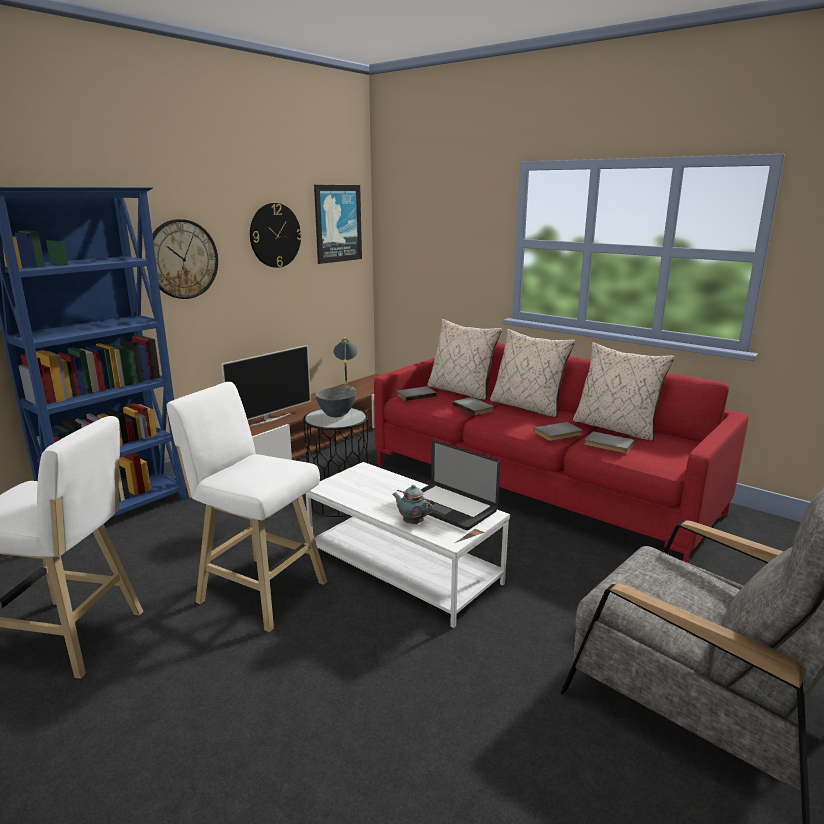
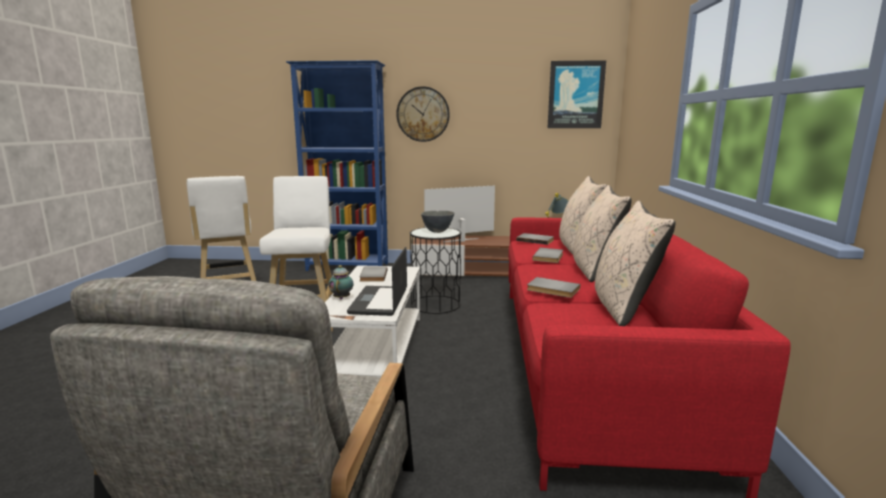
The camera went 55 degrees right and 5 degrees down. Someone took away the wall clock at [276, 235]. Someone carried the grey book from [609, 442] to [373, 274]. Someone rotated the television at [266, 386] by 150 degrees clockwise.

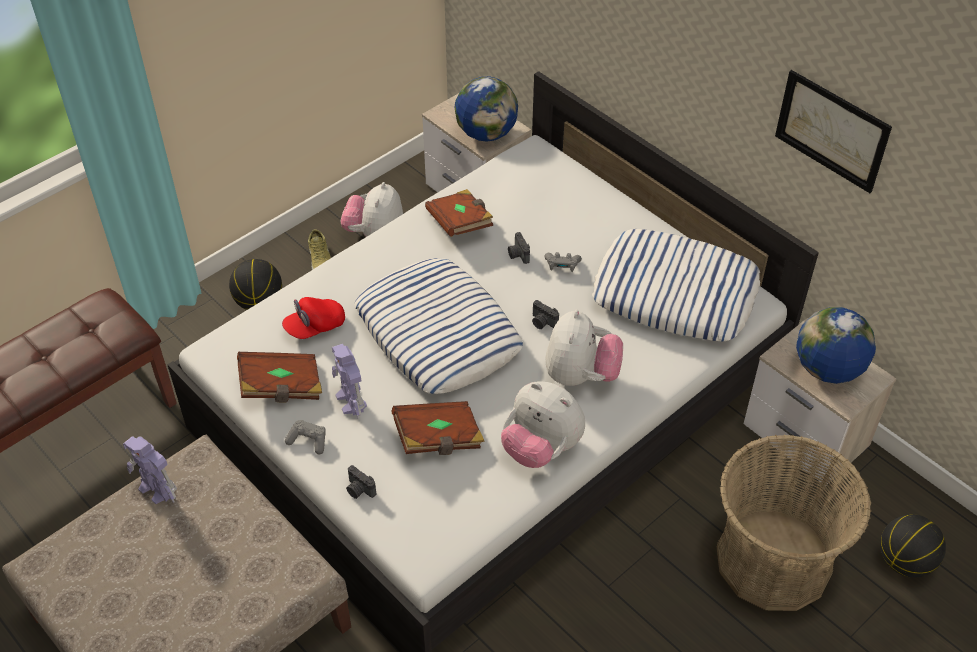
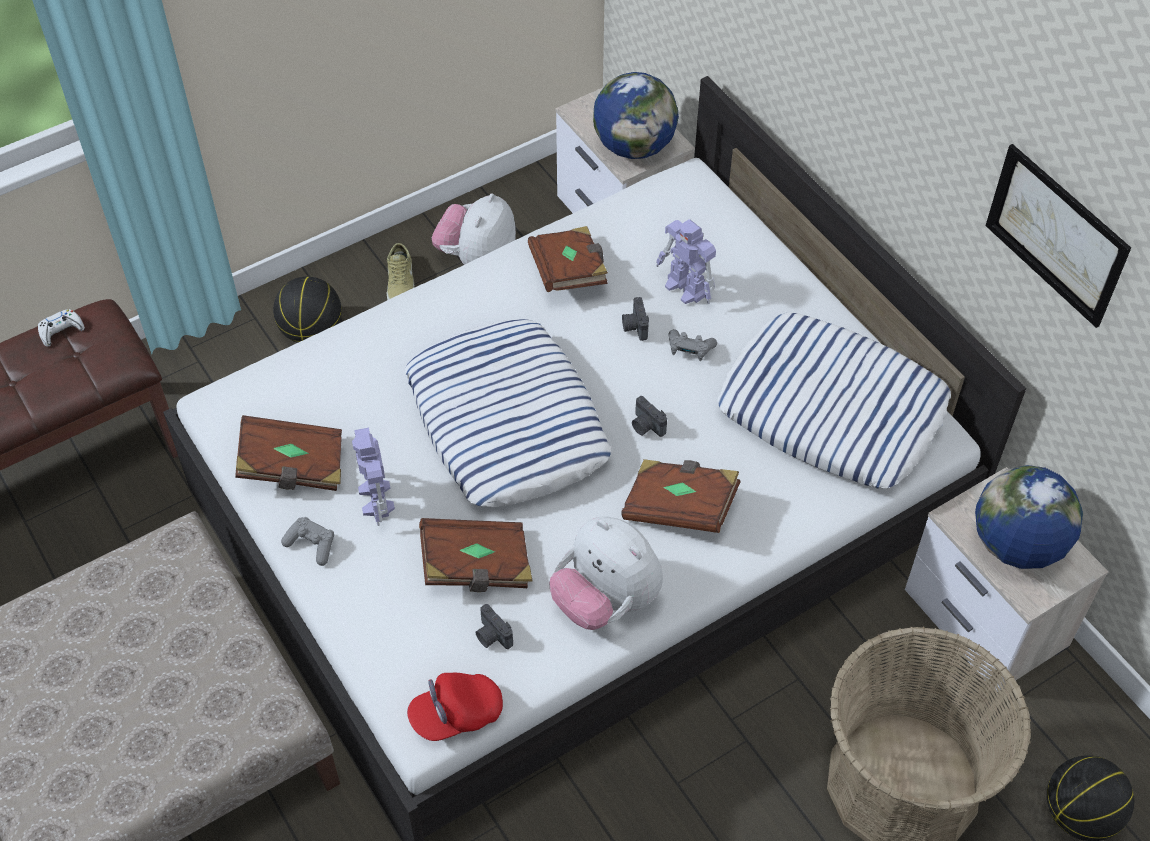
The camera went 10 degrees right and 5 degrees up. Someone put down the white game controller at [61, 328]. Someone carried the toy robot from [150, 470] to [686, 261]. Someone carried the red cap from [313, 318] to [455, 707]. Someone carried the photo camera from [361, 482] to [494, 626]. Someone swapped the plush toy at [584, 347] for the brown book at [681, 496].

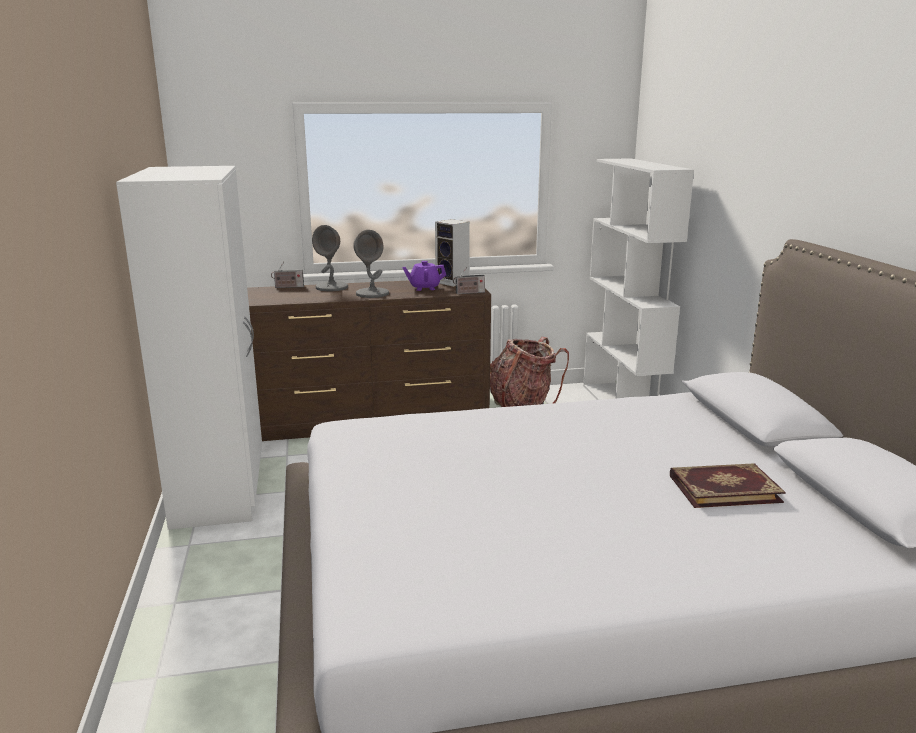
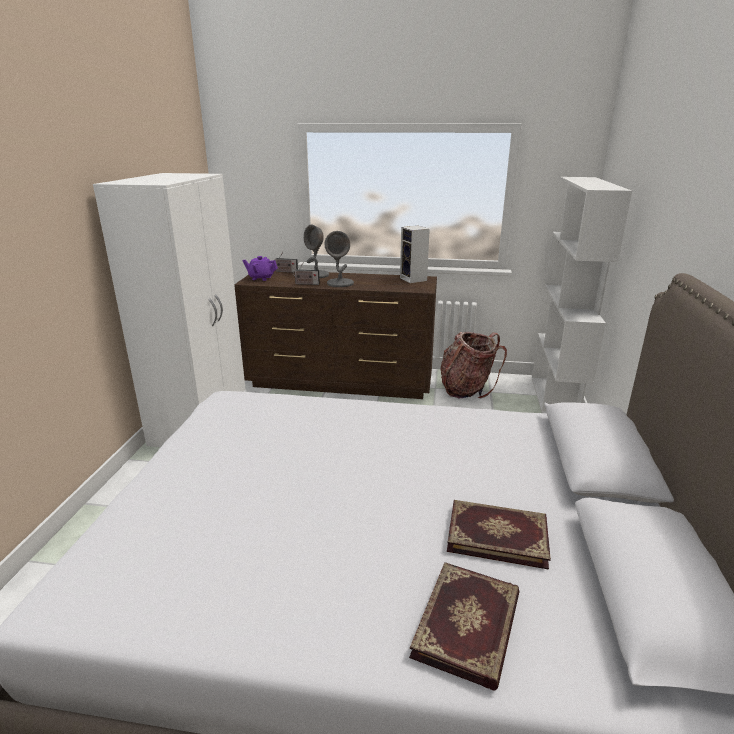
The camera went 20 degrees right and 5 degrees up. Someone put down the book at [464, 626]. Someone carried the purple teapot from [424, 276] to [260, 268]. Someone carried the radio from [469, 280] to [306, 274].

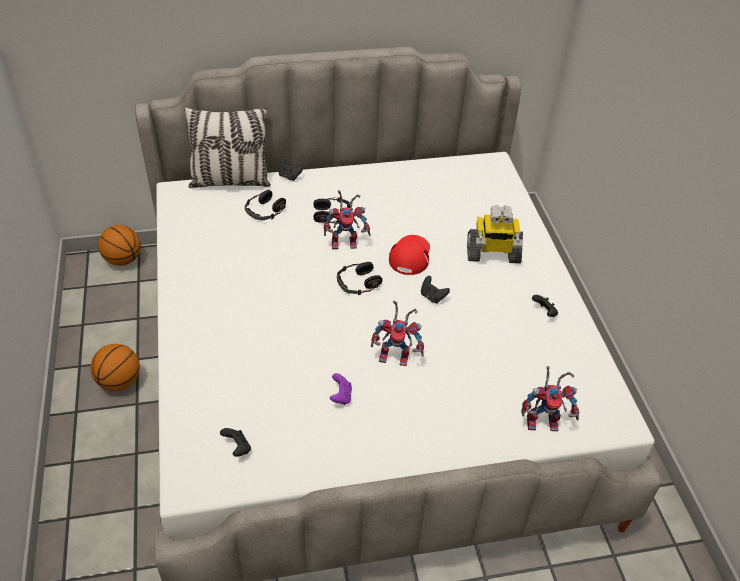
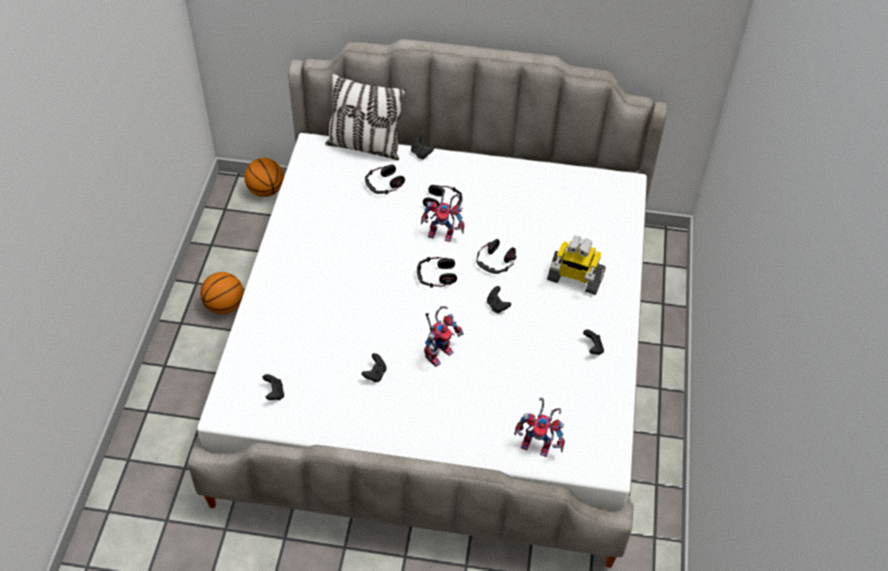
The camera went 20 degrees right and 5 degrees up. Someone swapped the red cap at [409, 255] for the headphones at [497, 256]. Someone repainted the purple game controller at [341, 389], which became the black game controller at [374, 367]. Someone rotated the toy robot at [397, 333] by 75 degrees counterclockwise.

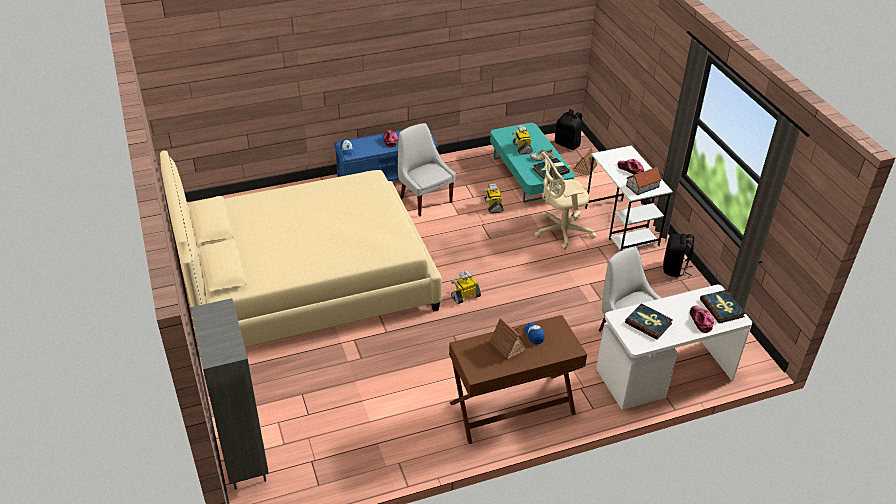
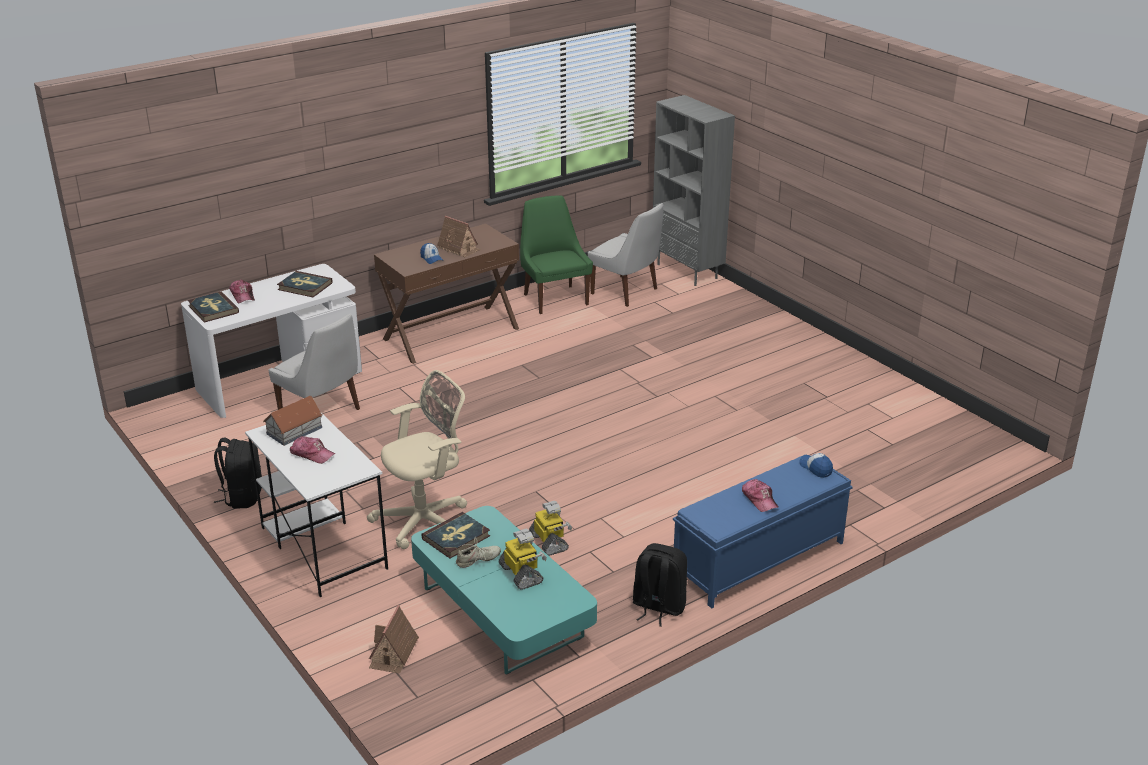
The camera went 165 degrees right and 10 degrees down. Someone took away the beige bed at [301, 249]. Someone took away the toy robot at [466, 287]. Someone put down the green chair at [556, 255]. Someone carried the white chair from [427, 169] to [626, 255]. Someone carried the black backpack from [568, 129] to [660, 585].

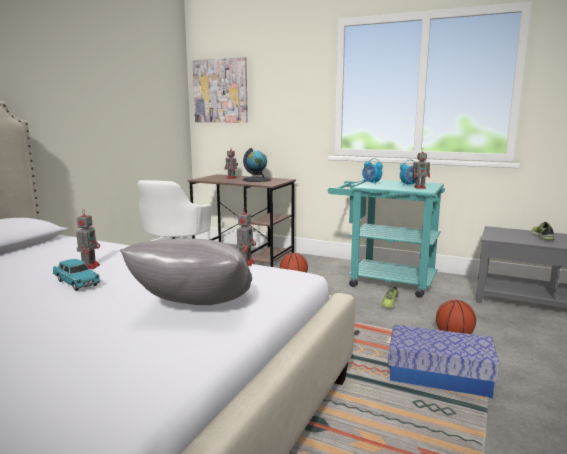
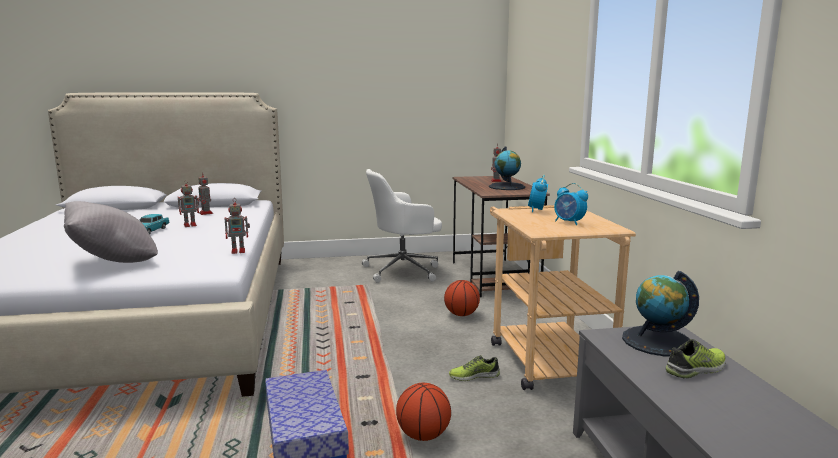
The camera went 55 degrees right and 0 degrees up. Someone took away the picture at [220, 90]. Someone put down the globe at [660, 313]. Someone carried the toy robot from [421, 169] to [205, 193]. Someone repainted the turquoise cart at [386, 239], which became the beige cart at [563, 297].

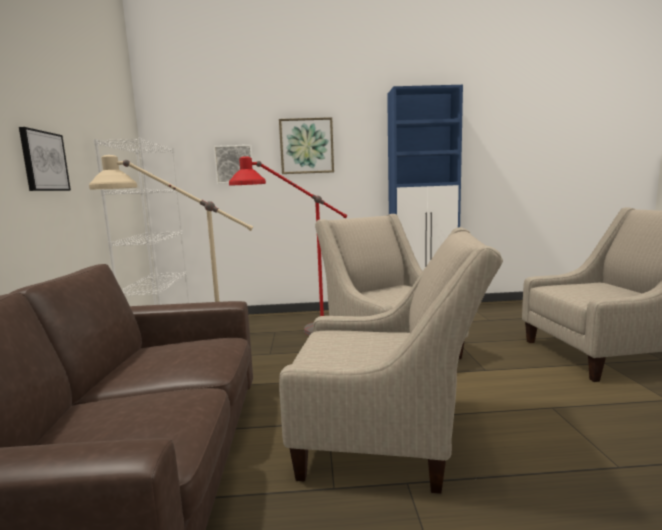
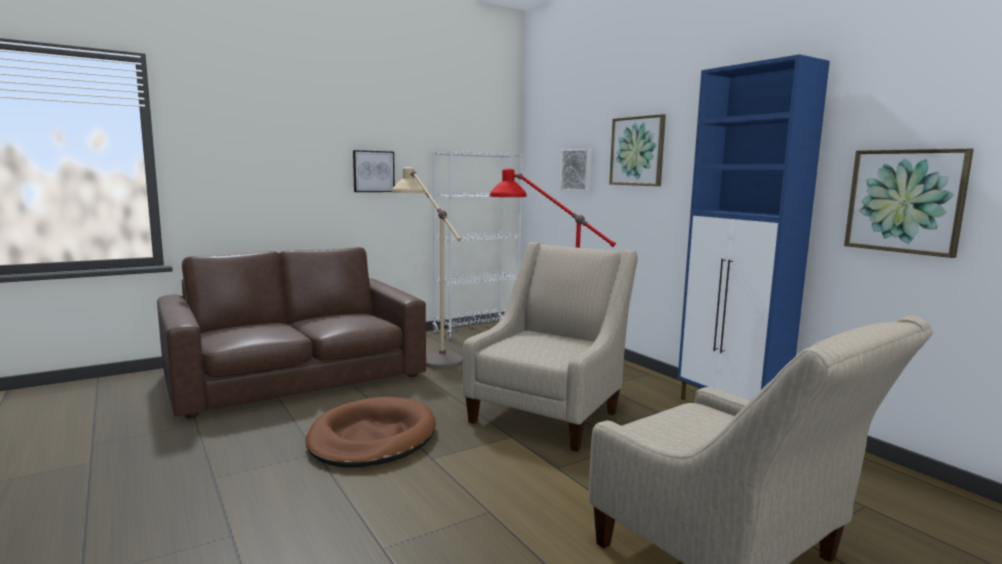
The camera went 60 degrees right and 0 degrees up. Someone put up the picture at [909, 203]. Someone swapped the beige armchair at [391, 360] for the brown dog bed at [370, 432].

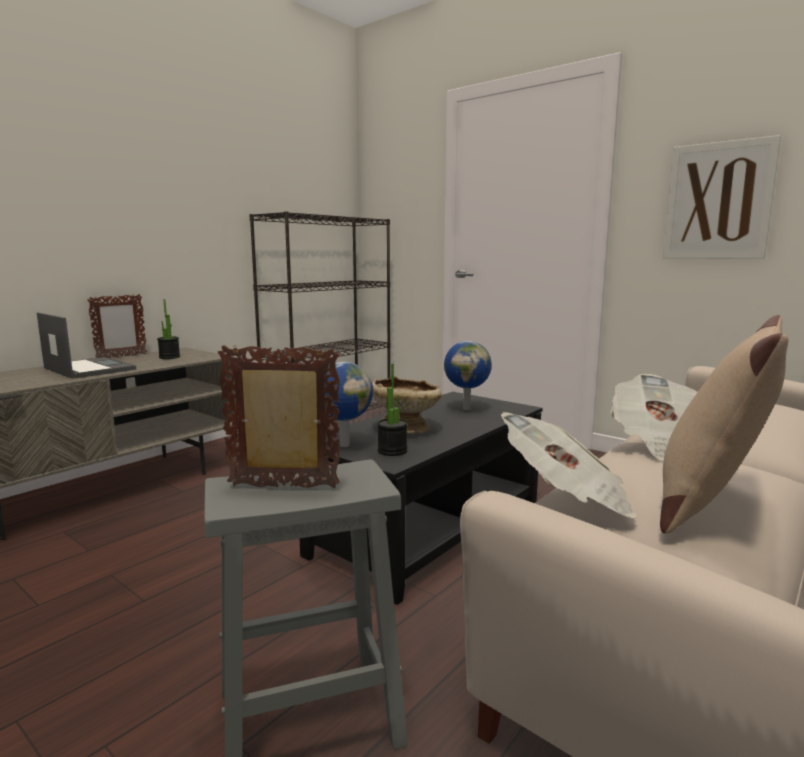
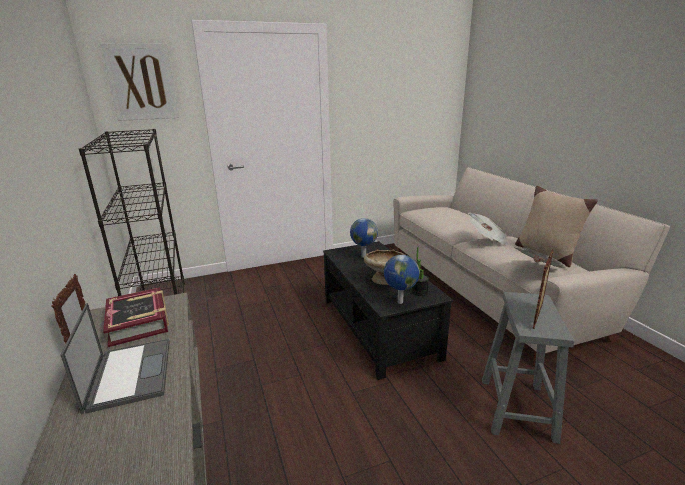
The camera went 60 degrees left and 10 degrees up. Someone carried the picture from [722, 197] to [140, 82]. Someone swapped the potted plant at [168, 329] for the book at [136, 317]. Someone rotated the laptop at [86, 345] by 90 degrees clockwise.

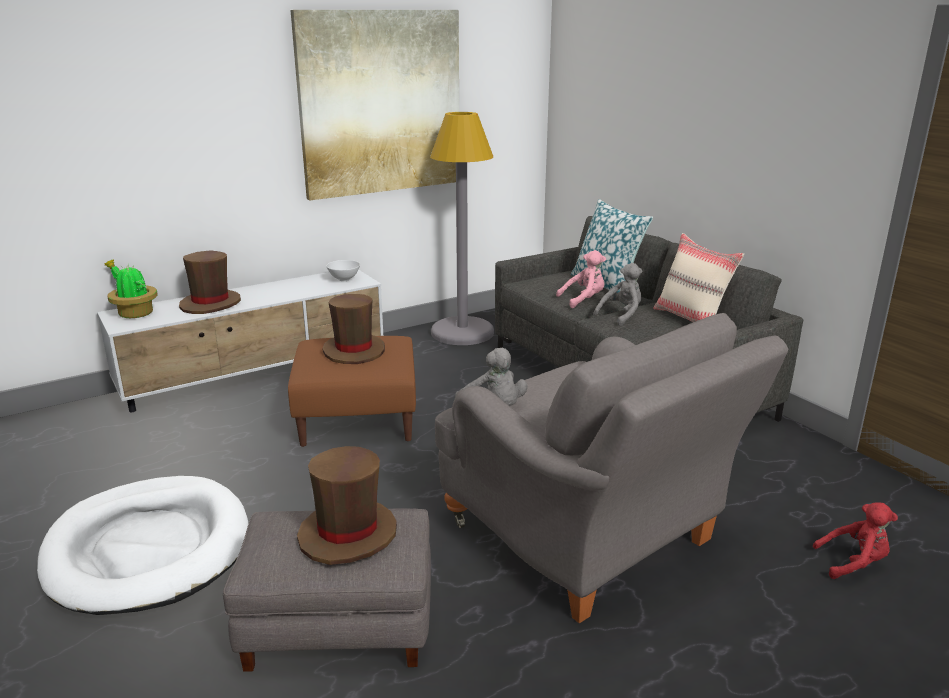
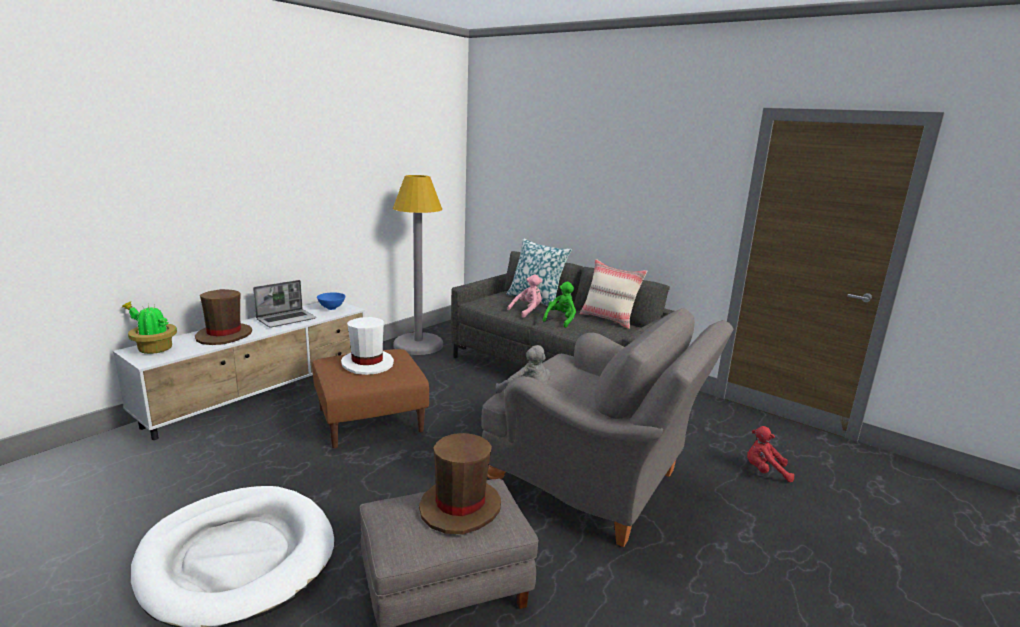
The camera went 20 degrees left and 5 degrees down. Someone took away the picture at [374, 105]. Someone put down the laptop at [284, 304]. Someone repainted the brown hat at [353, 329], which became the white hat at [367, 346]. Someone repainted the white bowl at [343, 270], which became the blue bowl at [331, 301]. Someone repainted the grey plush toy at [617, 294], which became the green plush toy at [559, 305]. Someone rotated the red plush toy at [855, 540] by 150 degrees counterclockwise.

